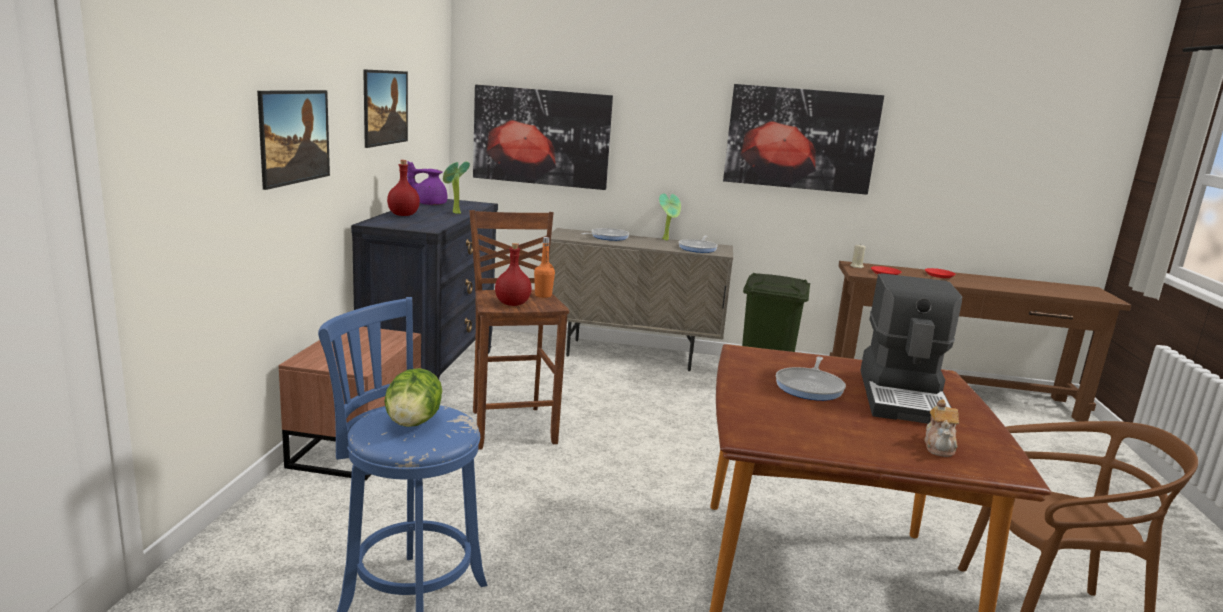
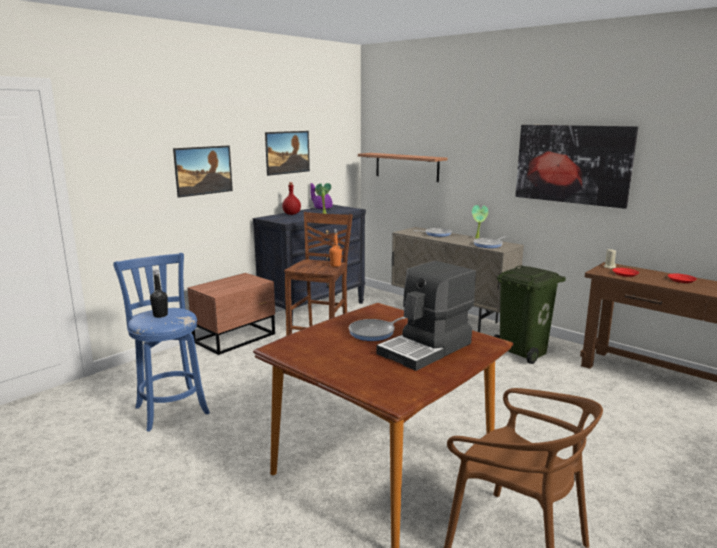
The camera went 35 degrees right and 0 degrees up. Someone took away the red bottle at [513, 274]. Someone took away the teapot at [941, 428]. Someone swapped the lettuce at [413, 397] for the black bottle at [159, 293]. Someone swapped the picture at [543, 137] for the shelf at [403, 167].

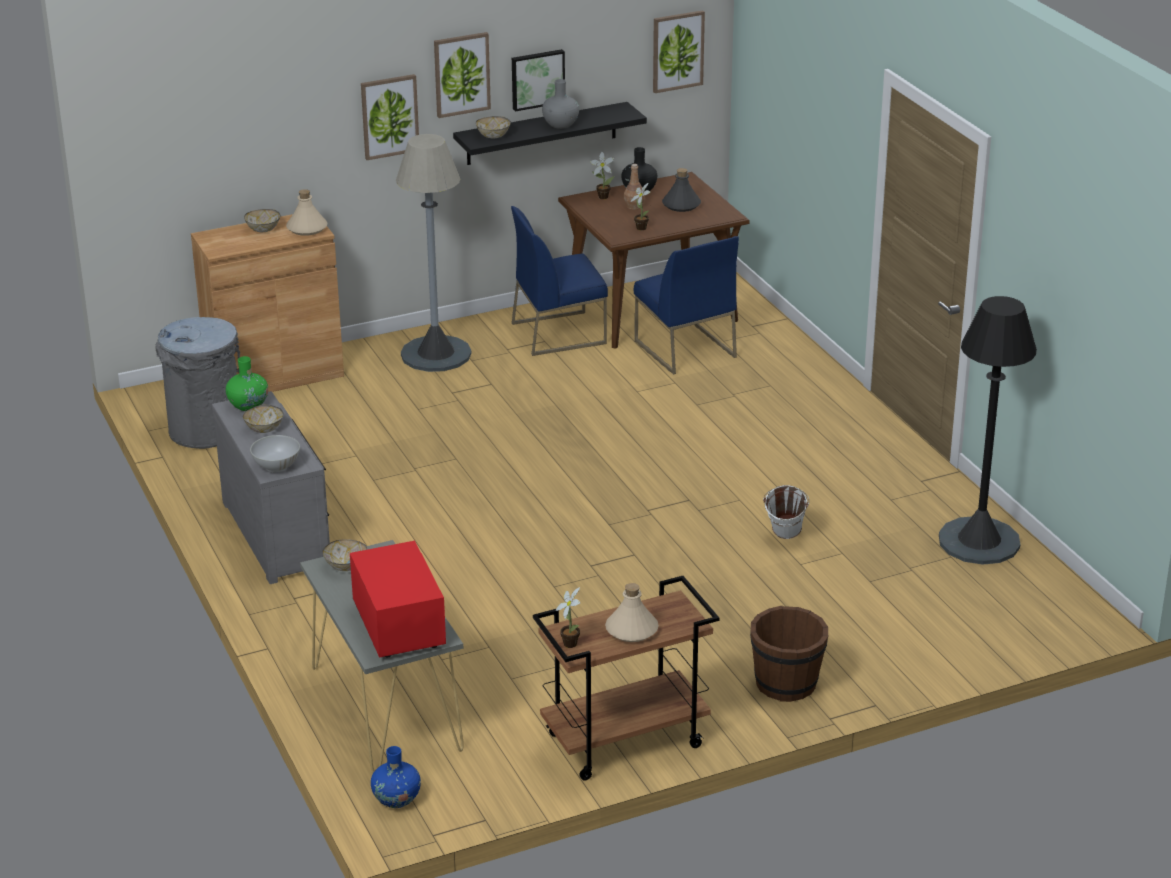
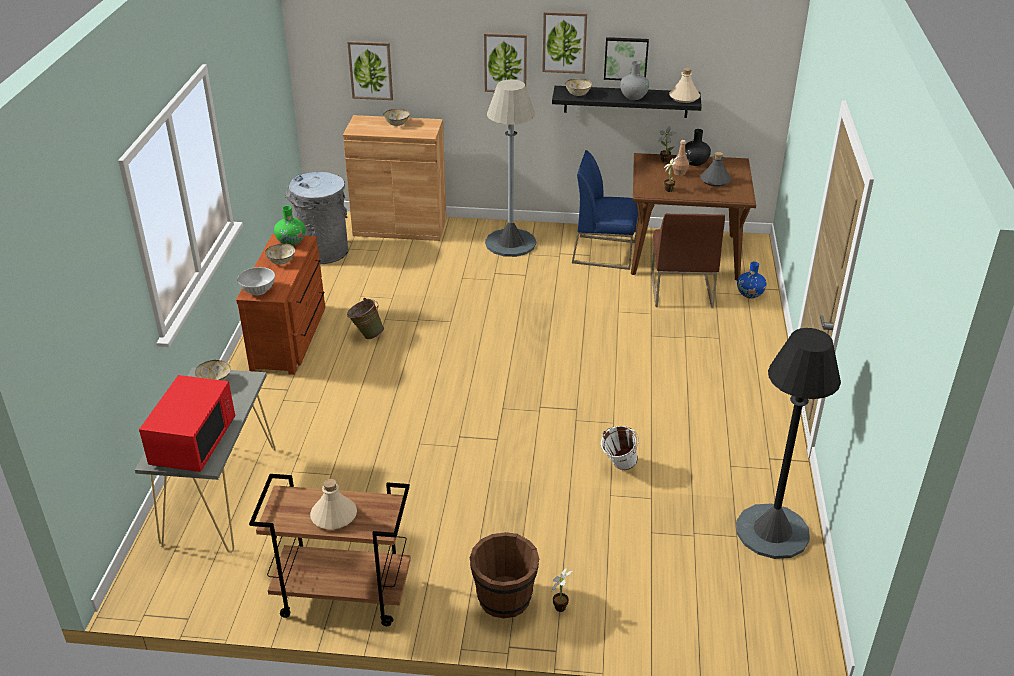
The camera went 30 degrees right and 5 degrees up. Someone put down the green bucket at [365, 318]. Someone carried the beige bottle from [307, 212] to [684, 85]. Someone carried the blue vase from [396, 777] to [752, 280]. Someone carried the potted plant from [568, 617] to [562, 590]. Someone carried the picture from [679, 51] to [370, 70]. Someone repainted the grey dresser at [271, 487], which became the brown dresser at [280, 304]. Someone repainted the blue chair at [686, 305], which became the brown chair at [688, 260].

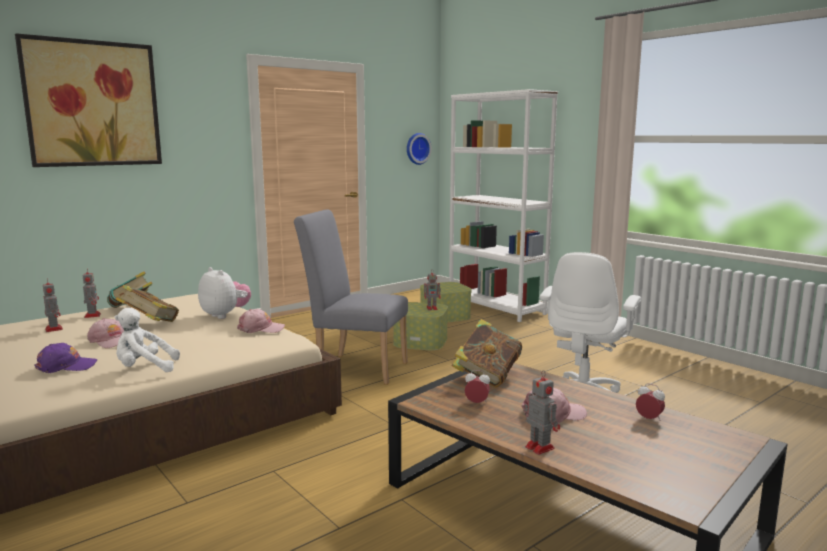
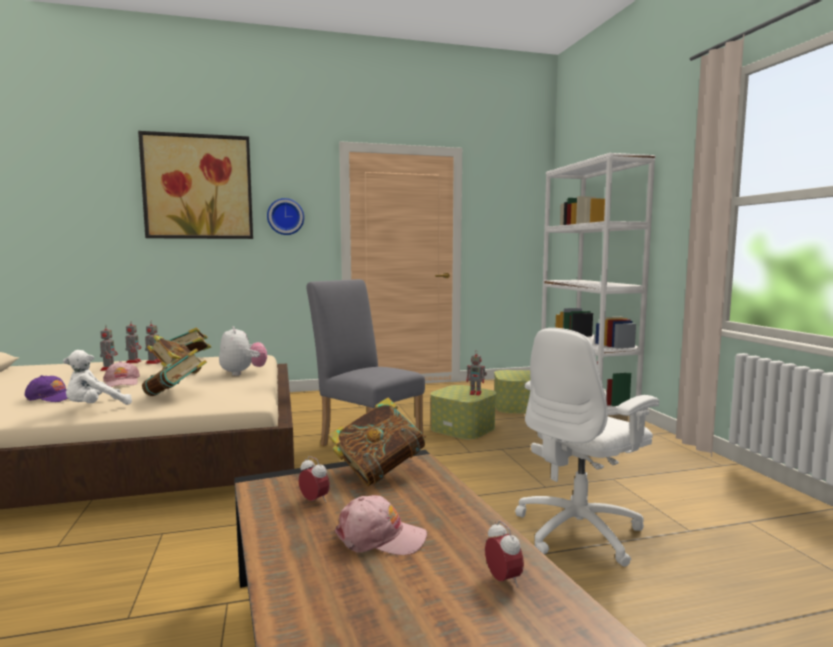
The camera went 25 degrees right and 5 degrees down. Someone took away the pink cap at [261, 321]. Someone put down the book at [174, 372]. Someone carried the wall clock from [419, 149] to [285, 216]. Someone carried the toy robot from [542, 412] to [133, 341]. Someone rotated the white plush toy at [147, 340] by 60 degrees counterclockwise.

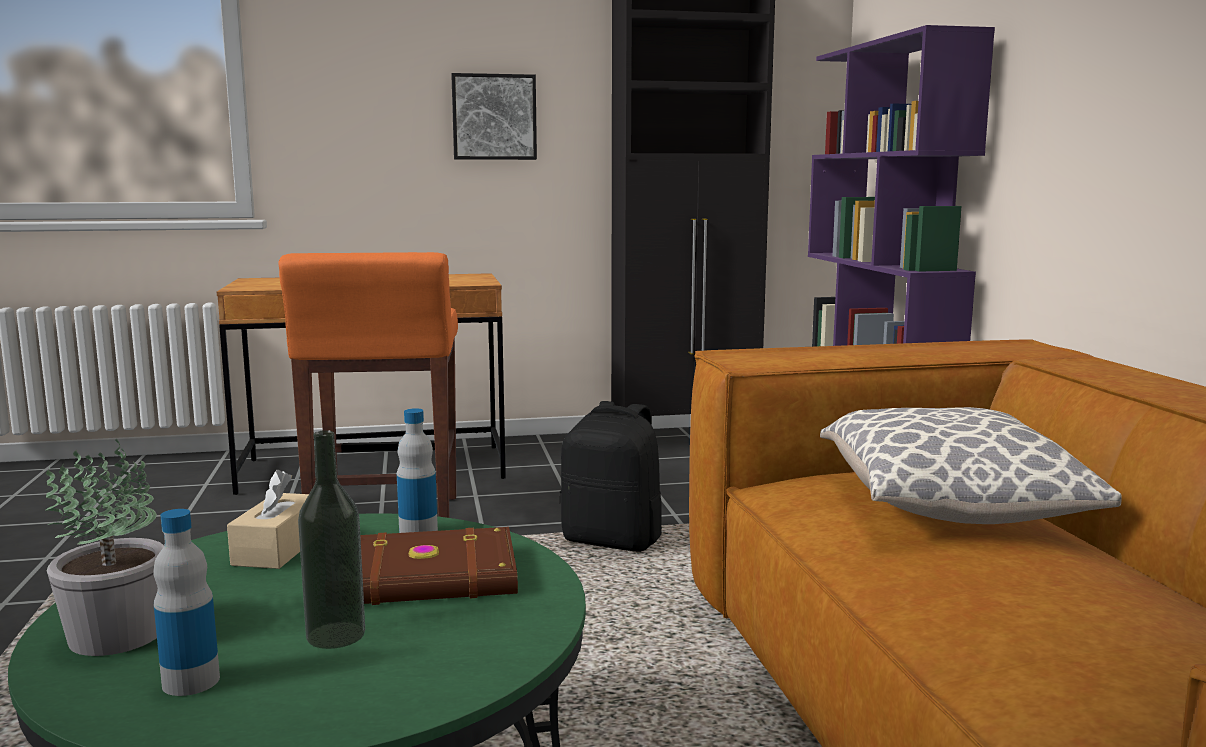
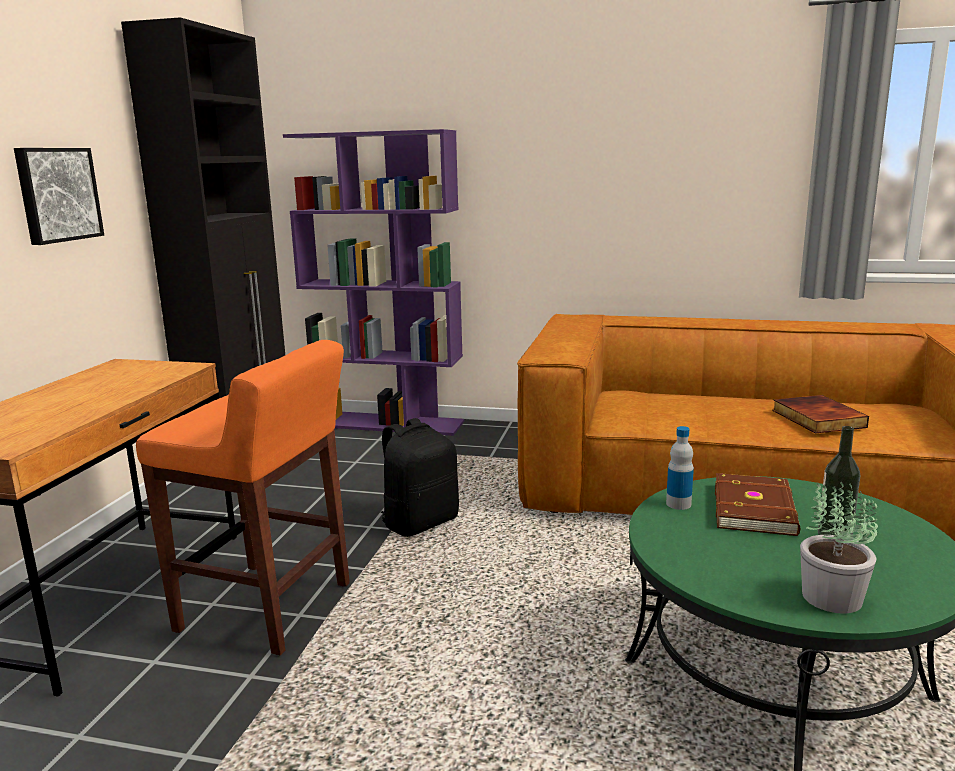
The camera went 65 degrees left and 5 degrees up. Someone took away the bottle at [186, 602]. Someone took away the beige tissue box at [268, 519]. Someone took away the pillow at [971, 465]. Someone put down the book at [820, 414].

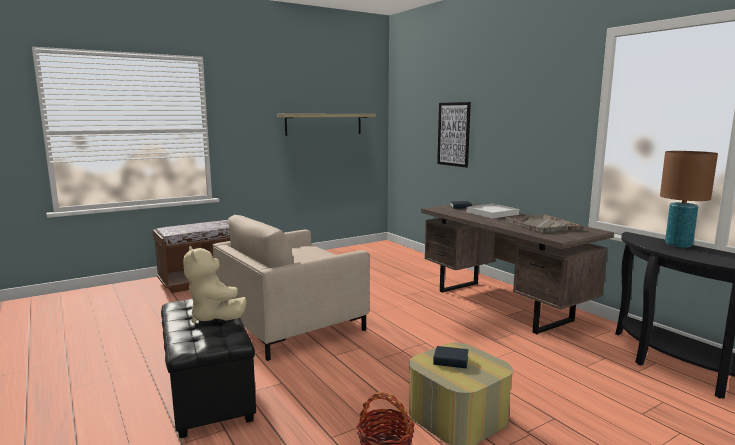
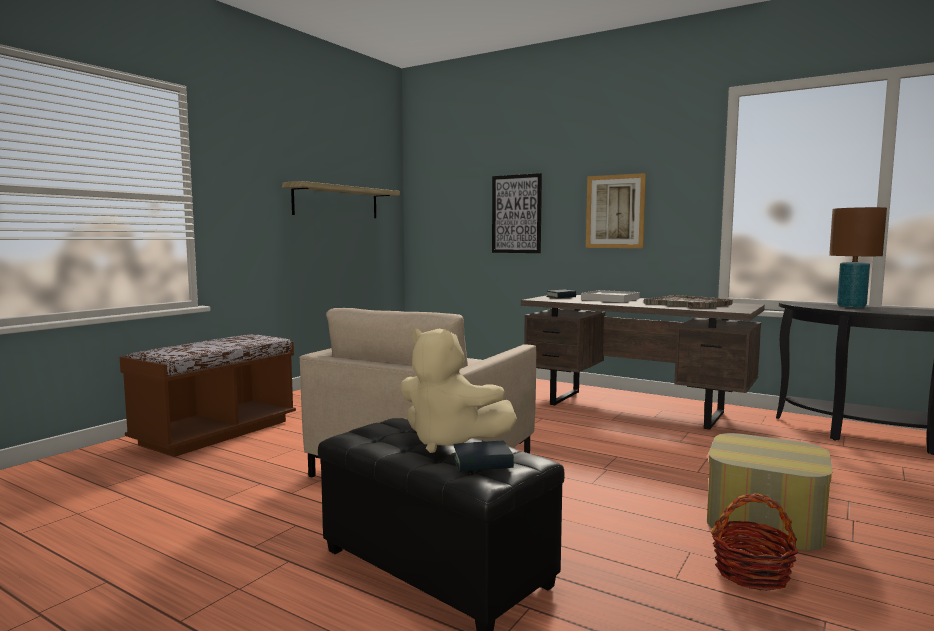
The camera went 25 degrees left and 5 degrees down. Someone put up the picture at [616, 210]. Someone carried the book from [451, 357] to [483, 456].

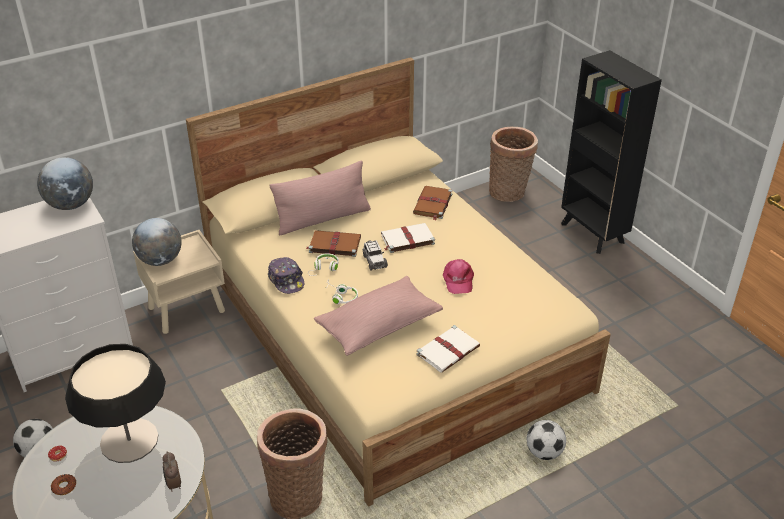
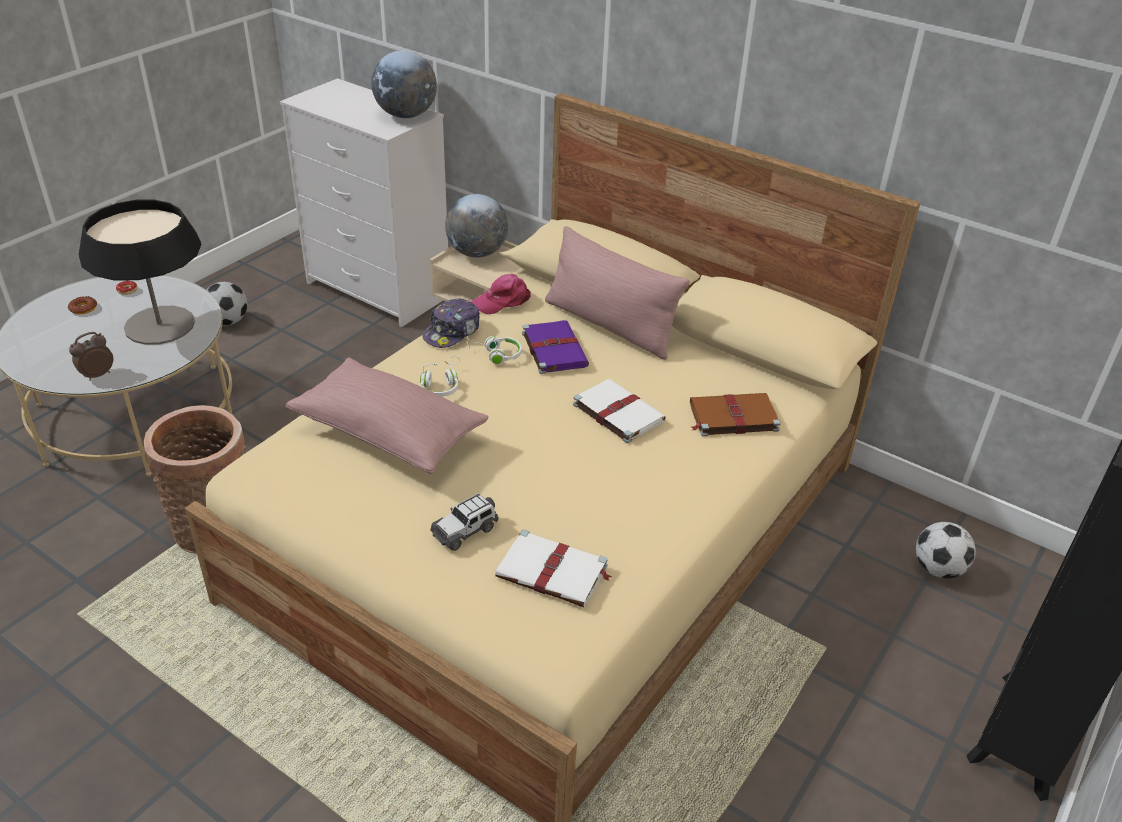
The camera went 65 degrees right and 0 degrees up. Someone took away the basket at [513, 164]. Someone carried the toy car from [375, 255] to [464, 522]. Someone carried the white book from [448, 349] to [553, 568]. Someone carried the pink cap from [458, 276] to [501, 294]. Someone carried the football from [546, 440] to [946, 550]. Someone repainted the brown book at [333, 243], which became the purple book at [555, 347].

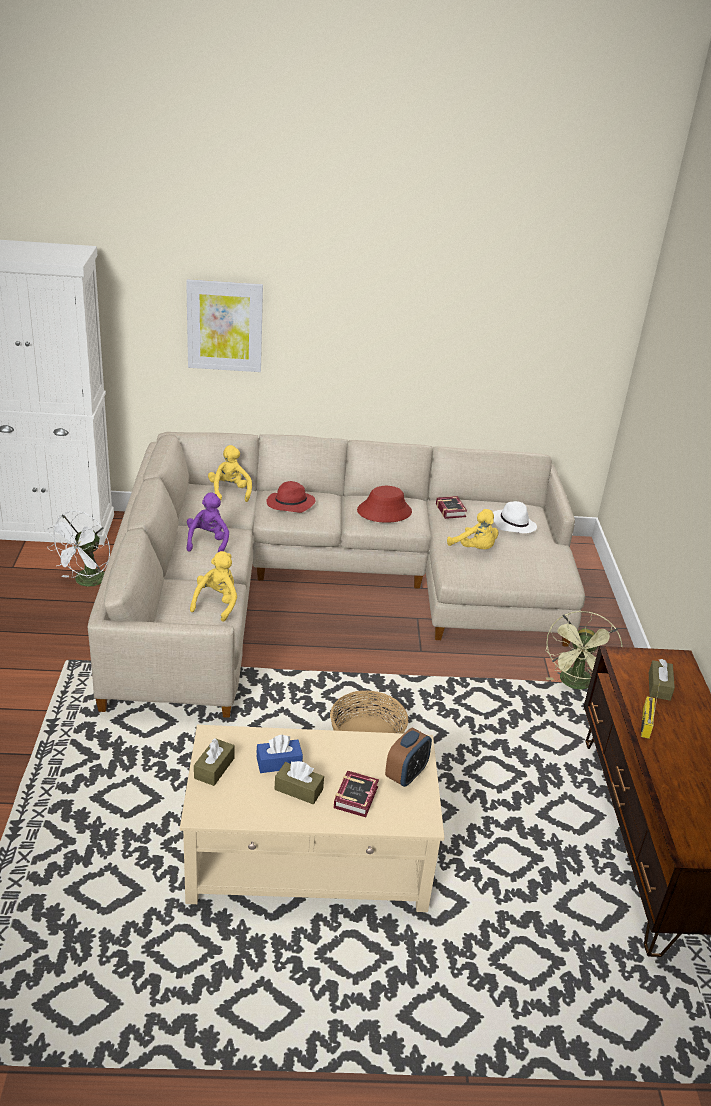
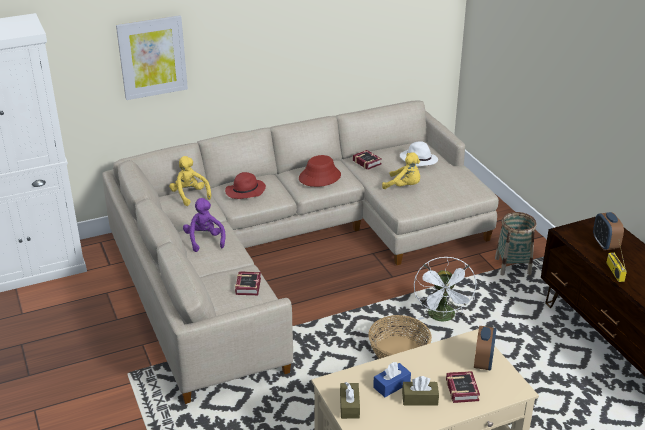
The camera went 20 degrees left and 0 degrees up. Someone carried the white fan from [78, 549] to [445, 289]. Someone swapped the yellow plush toy at [213, 586] for the book at [248, 283]. Someone swapped the green fan at [584, 650] for the basket at [516, 243]. Someone swapped the brown tissue box at [662, 680] for the alarm clock at [608, 231].

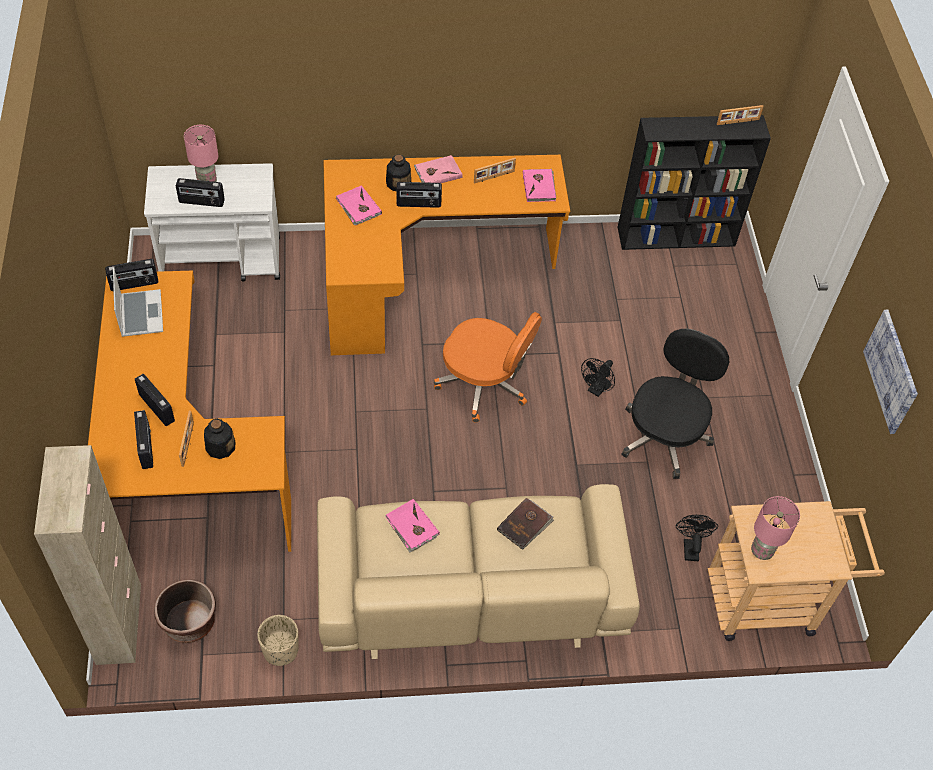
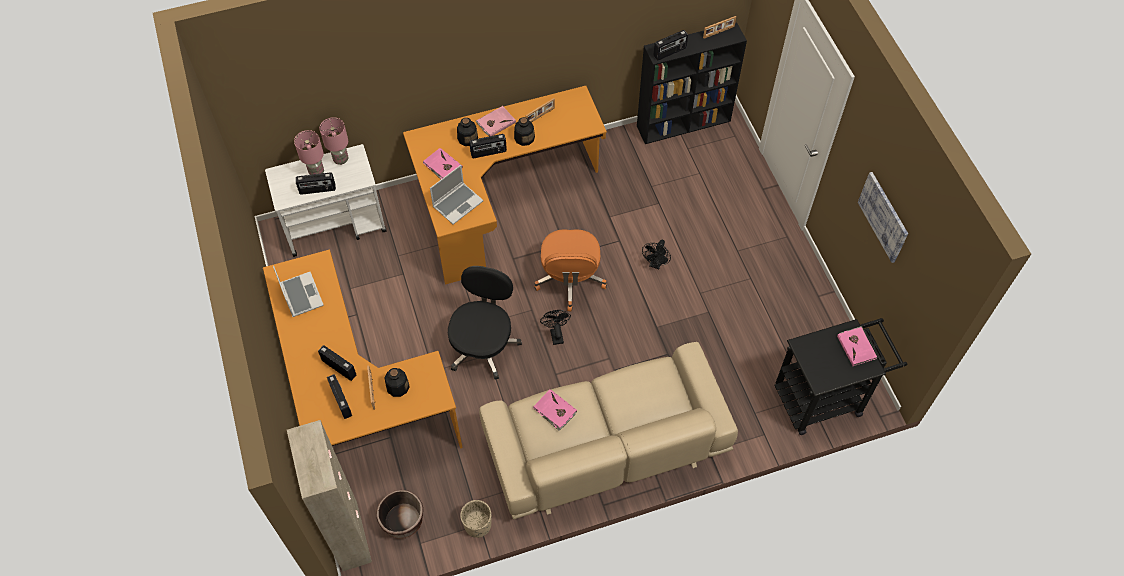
The camera went 10 degrees left and 5 degrees up. Someone took away the brown book at [525, 524]. Someone put down the laptop at [456, 195]. Someone put down the bottle at [524, 131]. Someone carried the radio from [131, 275] to [670, 45]. Someone carried the pink book from [539, 185] to [857, 346]. Someone carried the black office chair from [675, 404] to [485, 323]. Someone carried the black fan from [697, 538] to [555, 327]. Someone carried the pink table lamp from [775, 528] to [334, 141]. Someone repainted the beige cart at [796, 571], which became the black cart at [841, 376]. Someone rotated the orange office chair at [488, 367] by 75 degrees clockwise.

